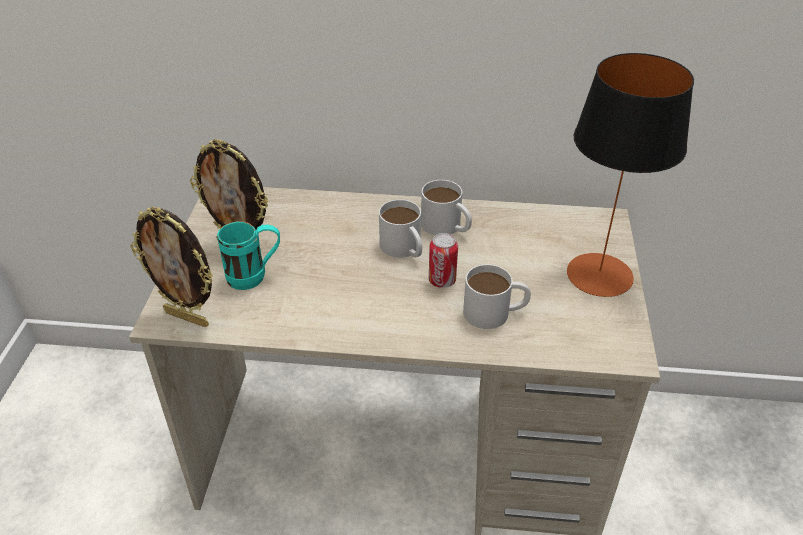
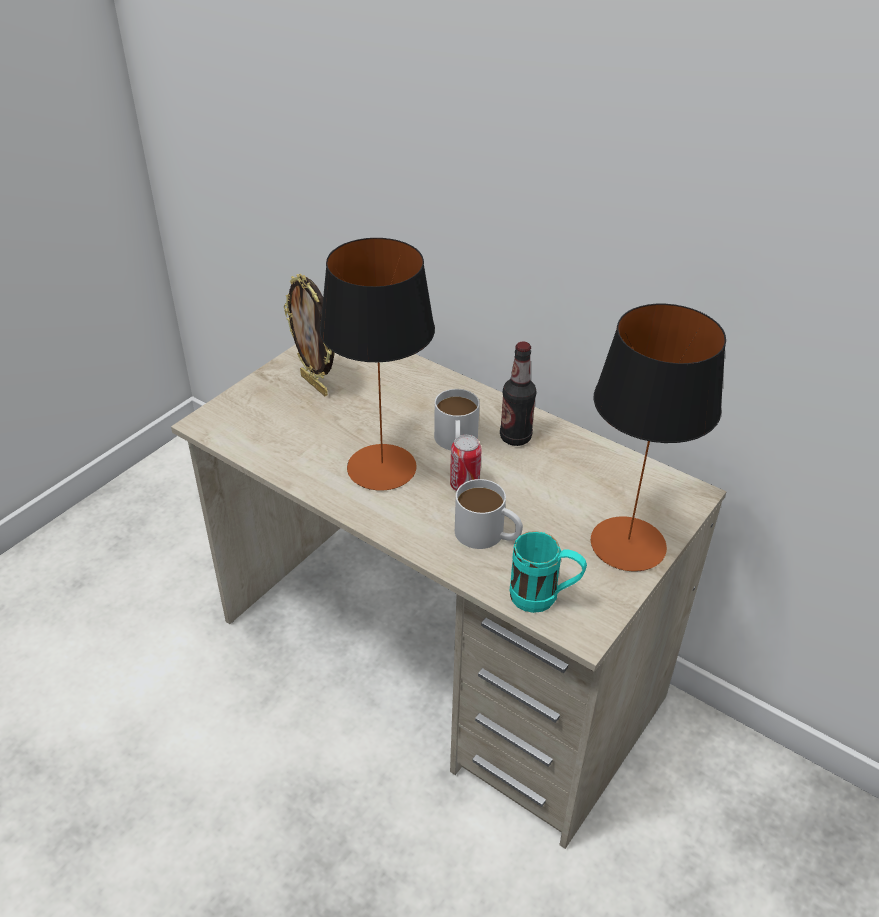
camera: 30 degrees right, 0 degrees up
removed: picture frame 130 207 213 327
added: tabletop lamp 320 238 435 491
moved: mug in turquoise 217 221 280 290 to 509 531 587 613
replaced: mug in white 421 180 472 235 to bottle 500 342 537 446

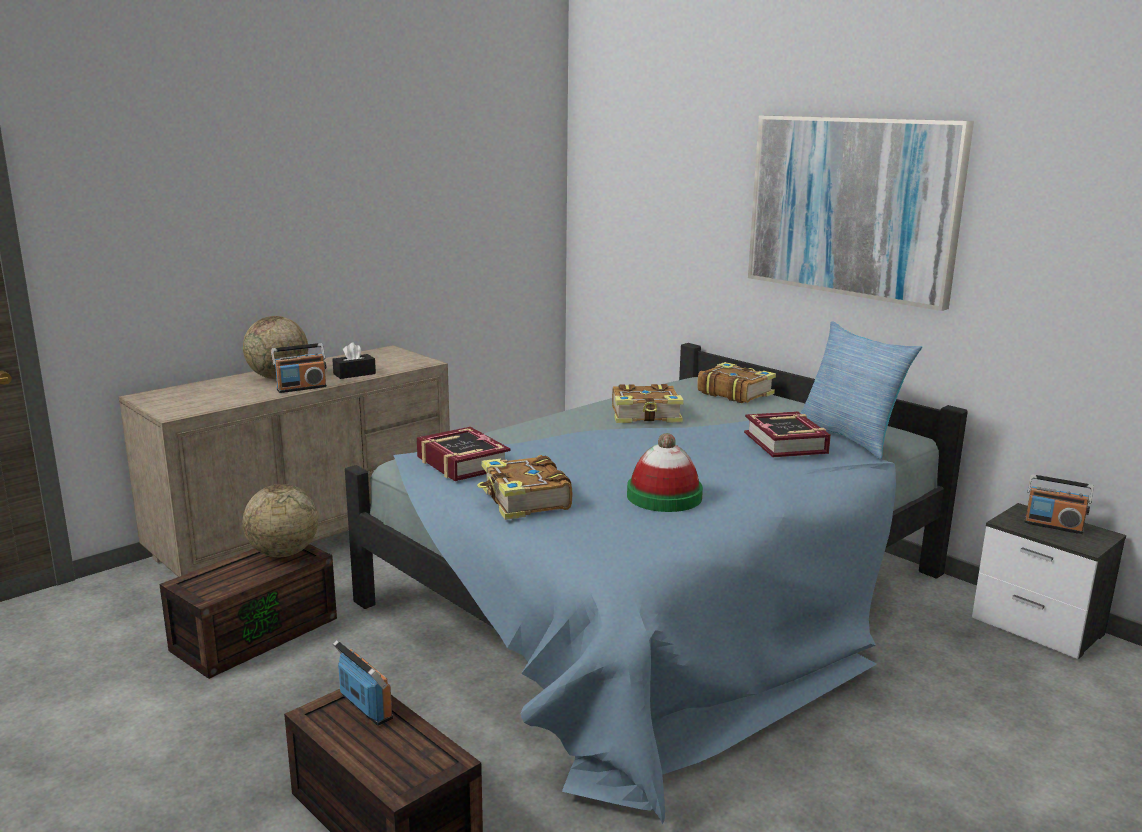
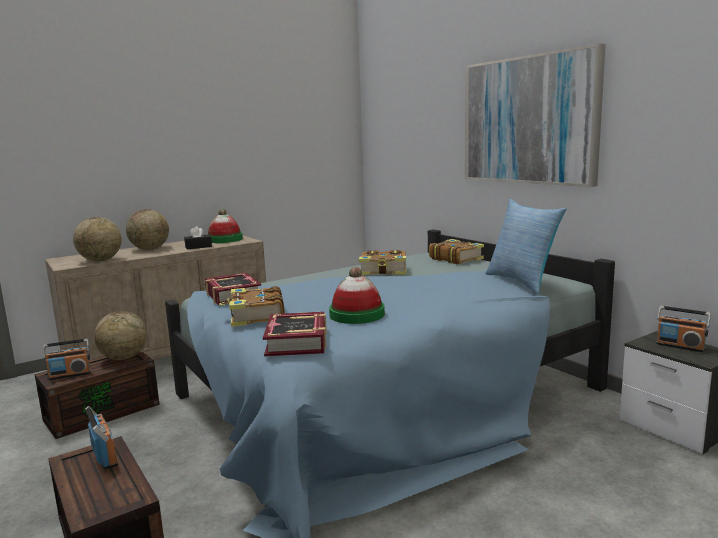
camera: 10 degrees right, 5 degrees down
added: world globe 73 217 122 261; clothing hat 208 209 243 243
moved: radio receiver 271 343 327 393 to 43 339 91 380; bound book 744 412 831 457 to 263 312 327 357

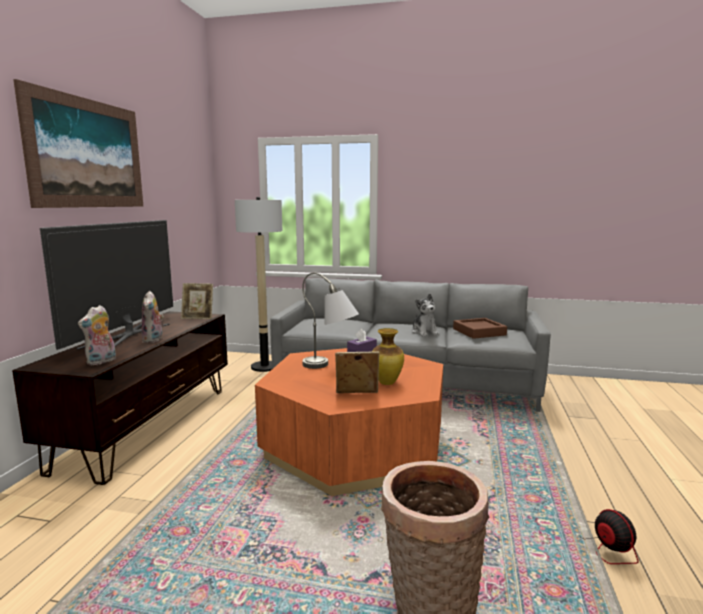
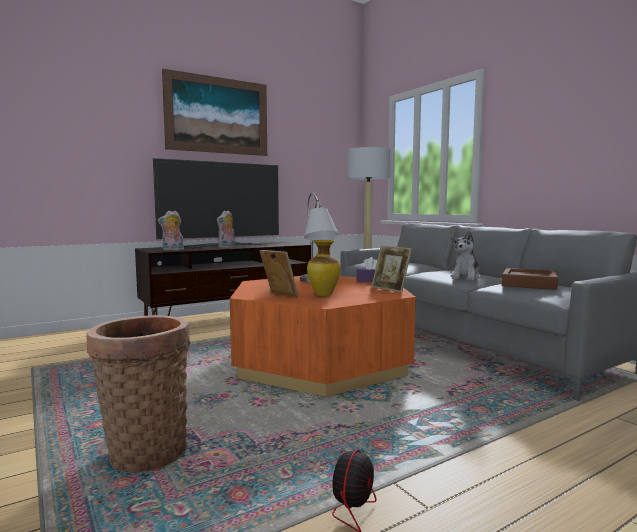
camera: 45 degrees right, 5 degrees down
moved: picture frame 181 283 213 319 to 372 246 412 292

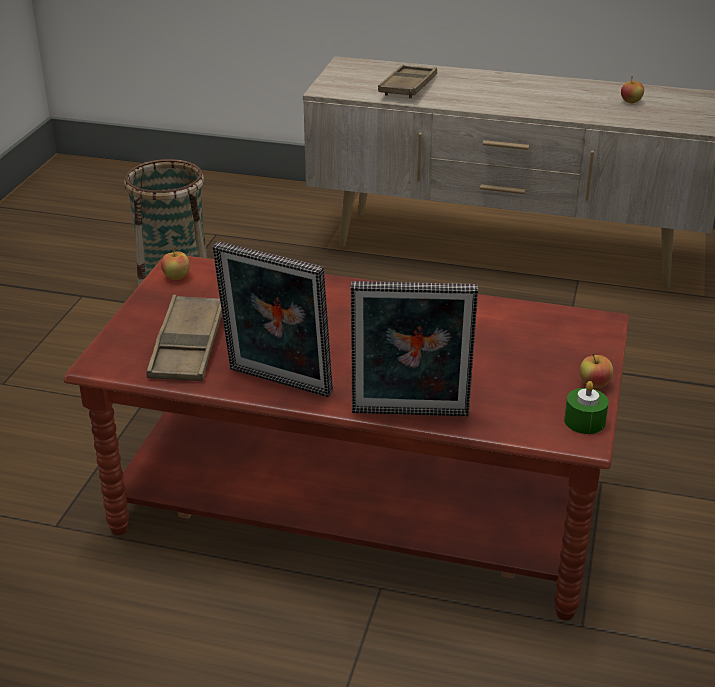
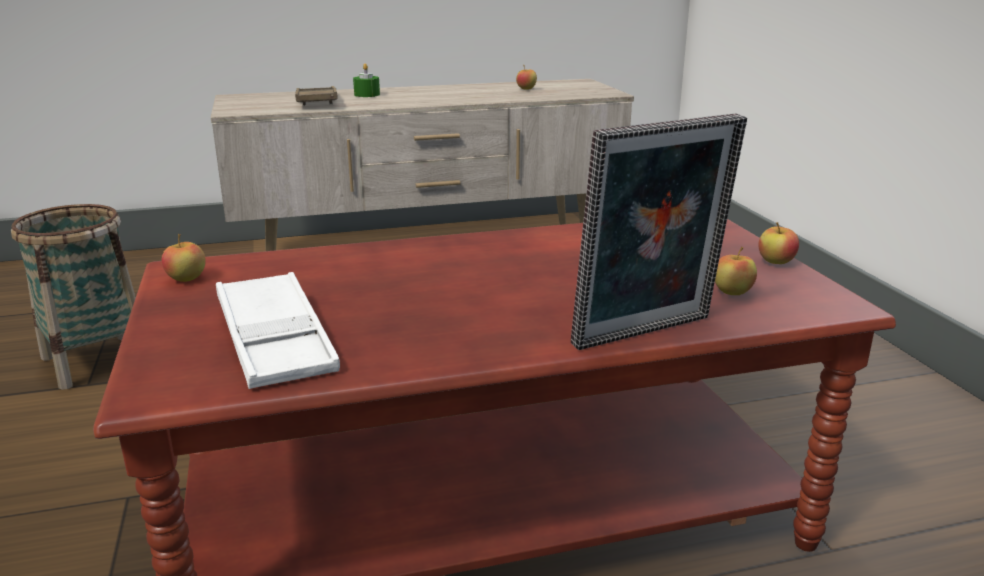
camera: 30 degrees left, 10 degrees down
removed: picture frame 213 241 333 397
added: apple 715 246 757 295
moved: wax light in green-coloured 564 381 609 434 to 353 63 380 97
recoloured: tray in brown-coloured 146 295 222 381 to tray in white 216 272 340 389

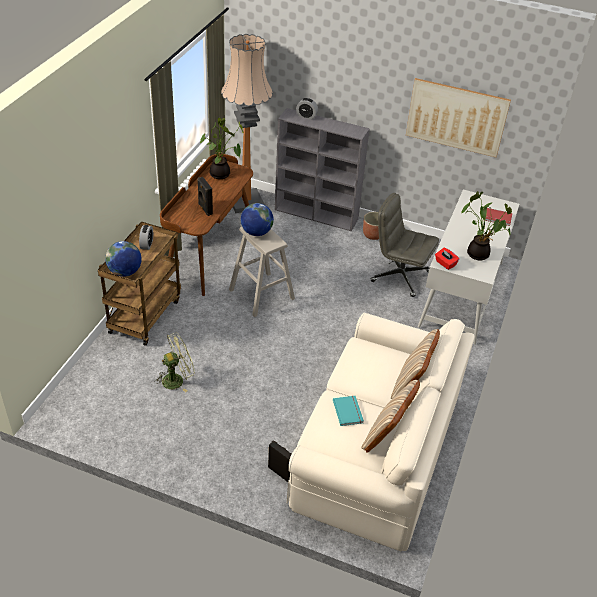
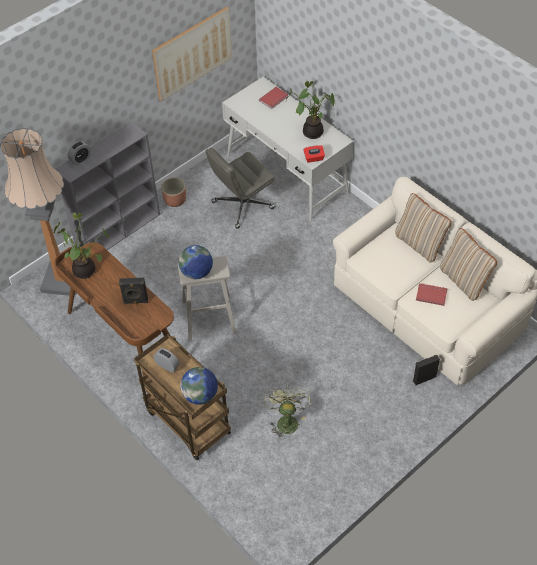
camera: 60 degrees left, 10 degrees up
recoloured: bound book in turquoise 333 396 364 426 to bound book in red-coloured 416 283 448 306

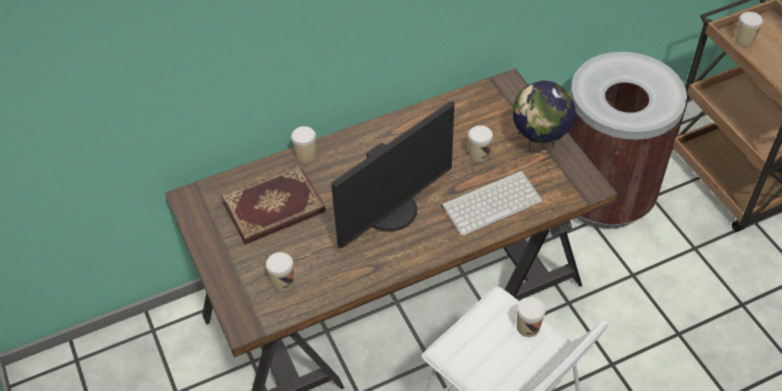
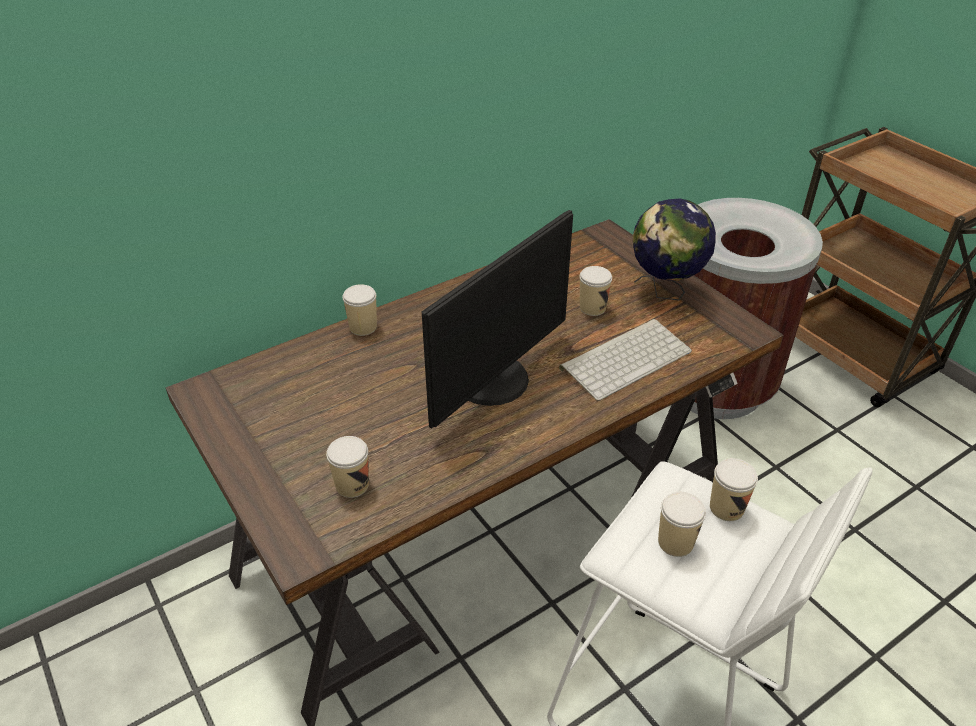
camera: 10 degrees left, 10 degrees down
removed: bound book 221 165 326 244
moved: small cup 735 12 763 47 to 658 492 706 557

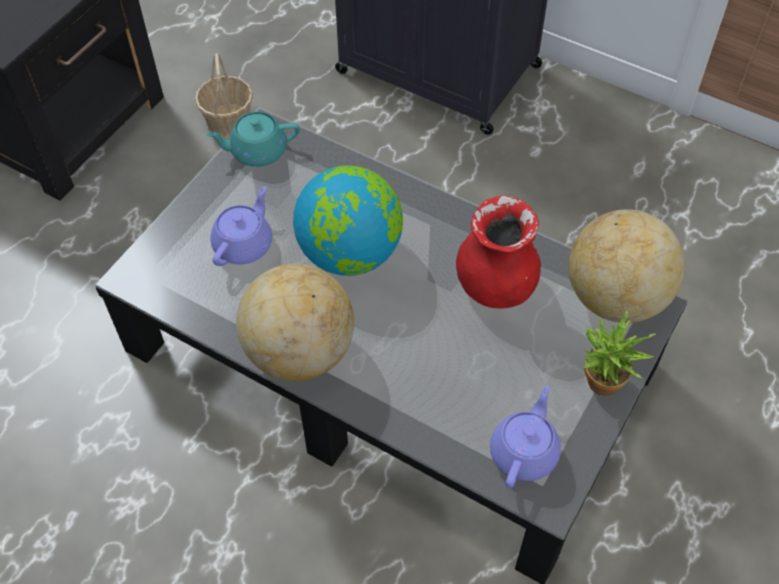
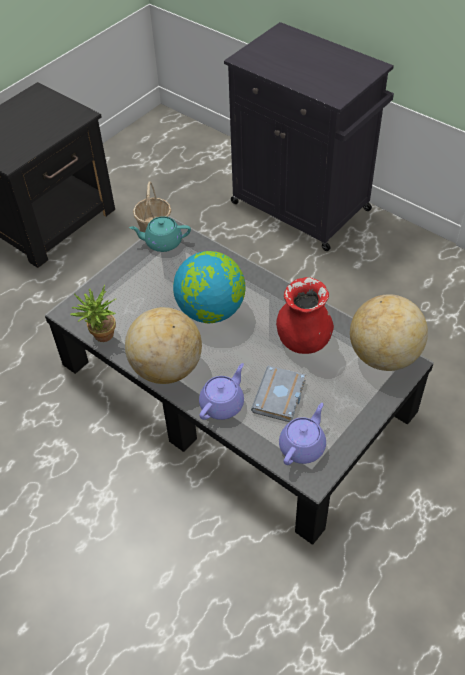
camera: 10 degrees right, 5 degrees down
added: bound book in greyish 251 366 306 422
moved: teapot in purple-coloured 210 186 272 266 to 199 363 244 420; houseplant 584 310 656 396 to 70 285 116 342

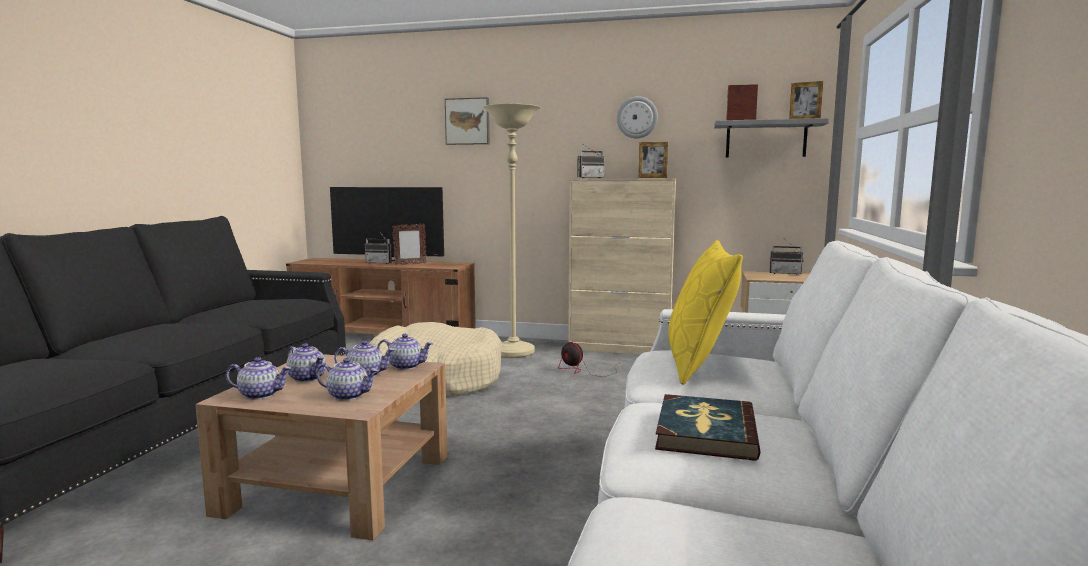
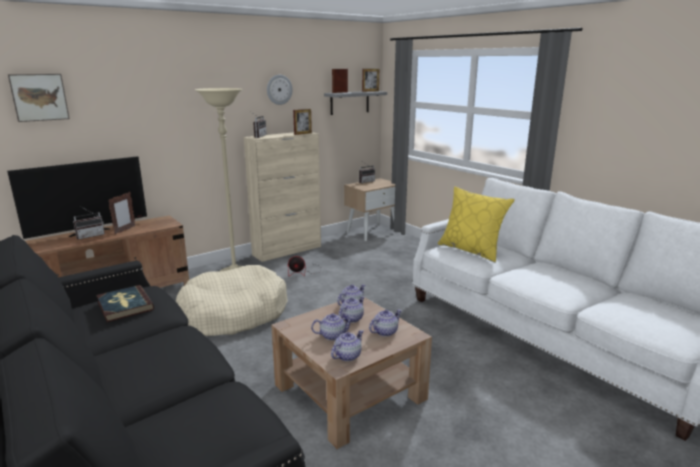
camera: 50 degrees left, 10 degrees up
moved: wall picture 445 97 490 145 to 8 74 70 122; bound book 655 394 761 461 to 96 285 154 322

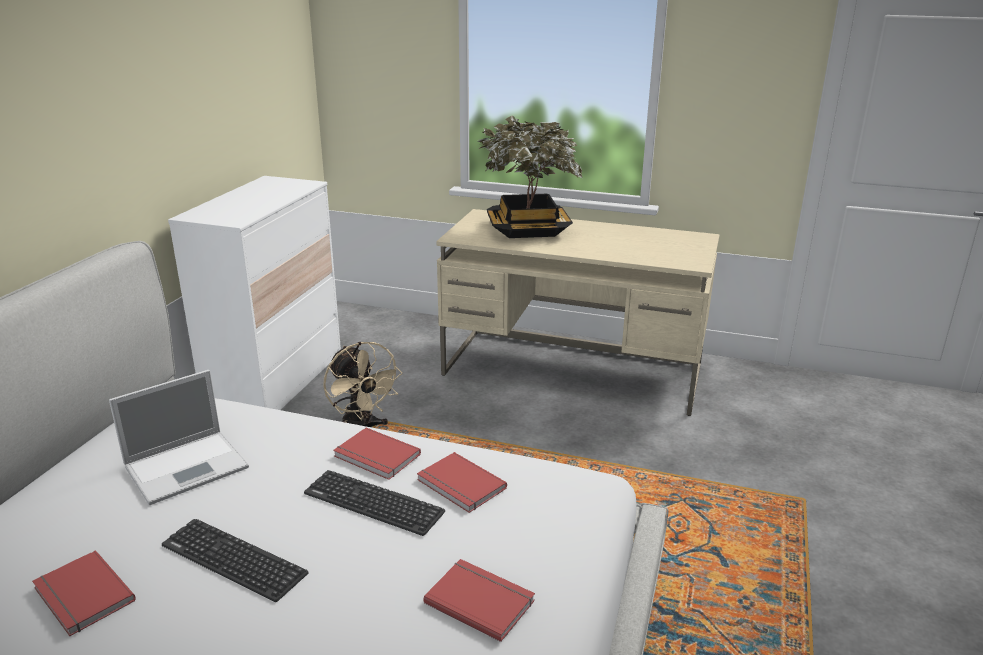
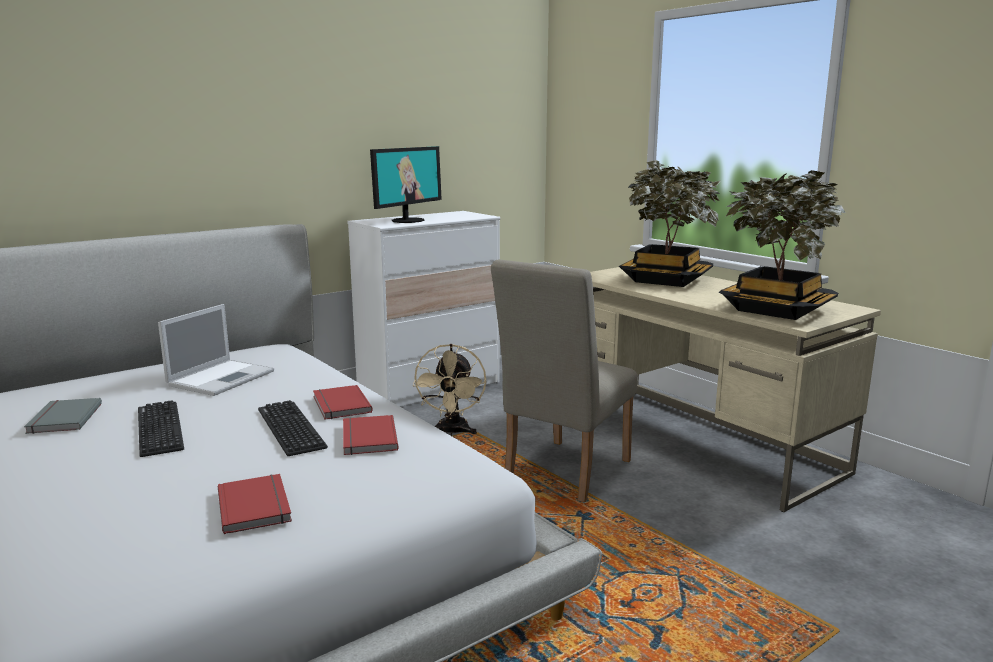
camera: 35 degrees right, 10 degrees down
added: monitor 370 146 442 223; plain chair in beige 491 259 637 502; houseplant 719 170 846 320
recoloured: bound book in red-coloured 32 550 136 636 to bound book in greyish 24 398 102 434
turned: notebook computer 109 370 249 505 = 158 304 274 396 60 degrees counterclockwise

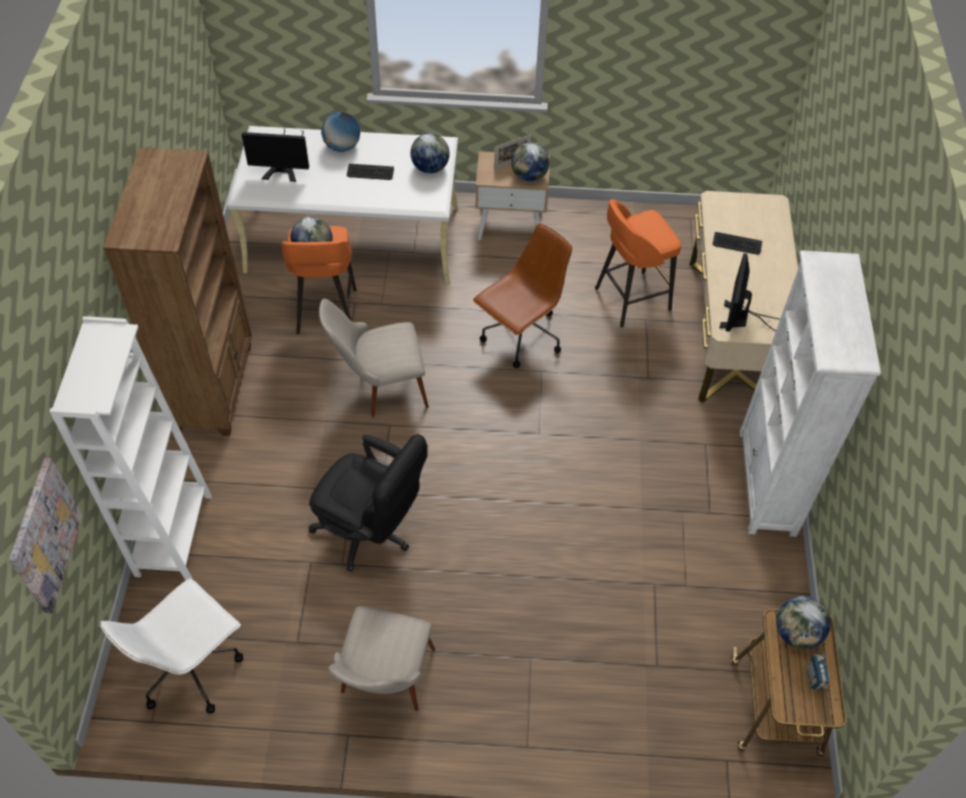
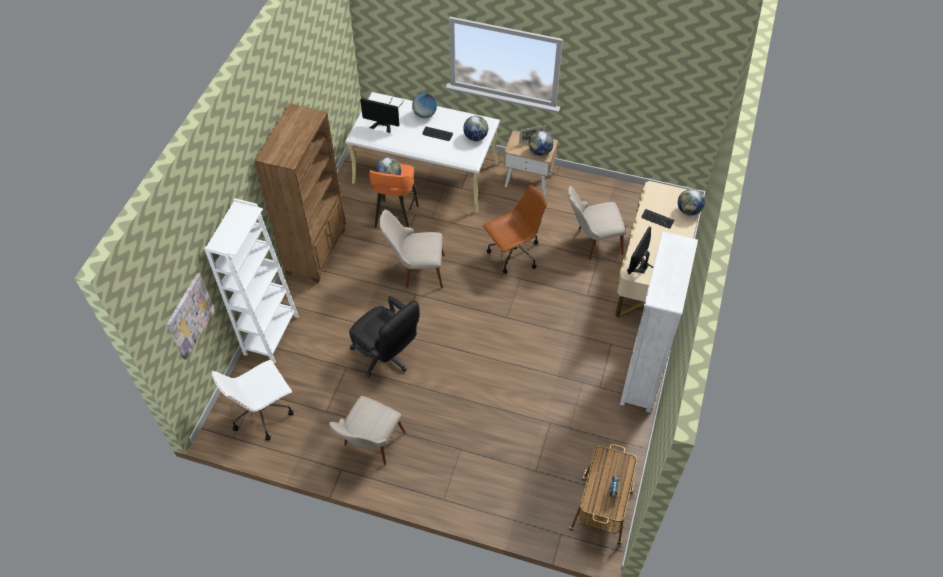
camera: 15 degrees right, 0 degrees up
moved: world globe 776 596 831 649 to 678 189 705 216
replaced: sitting stool in orange 595 199 681 327 to plain chair in beige 568 186 626 260

